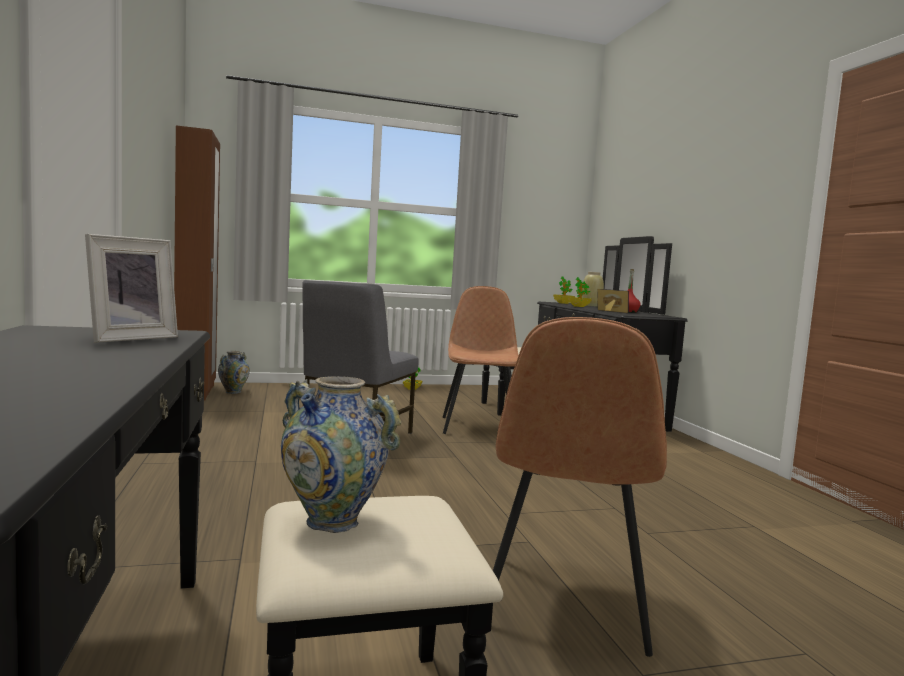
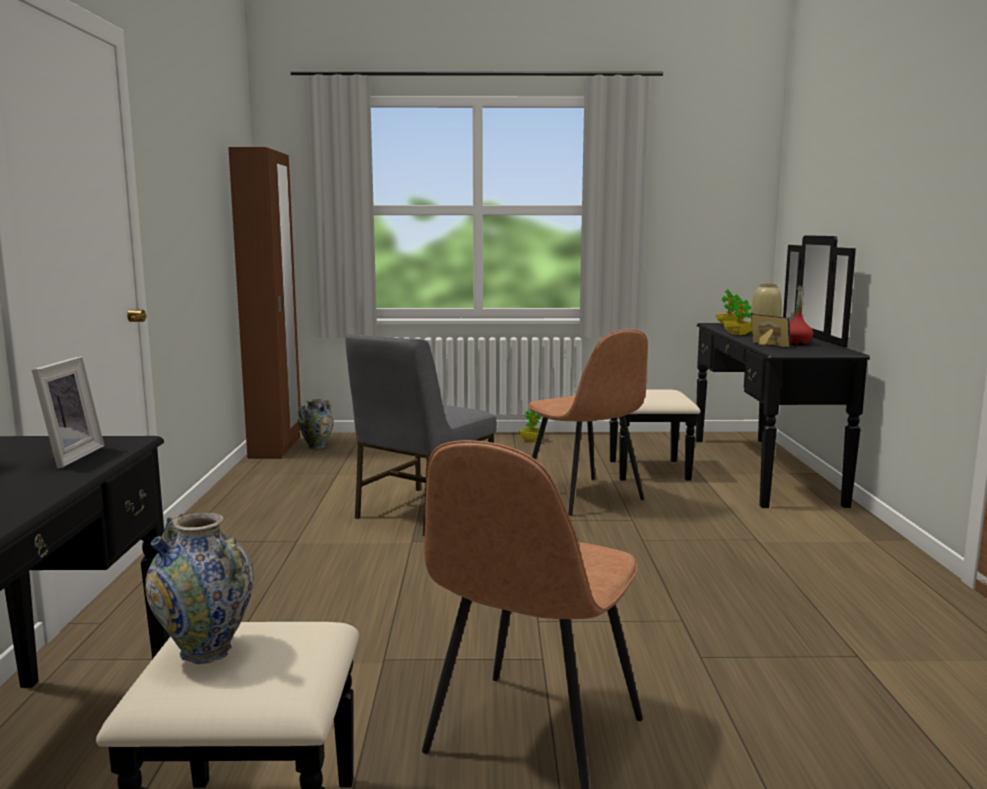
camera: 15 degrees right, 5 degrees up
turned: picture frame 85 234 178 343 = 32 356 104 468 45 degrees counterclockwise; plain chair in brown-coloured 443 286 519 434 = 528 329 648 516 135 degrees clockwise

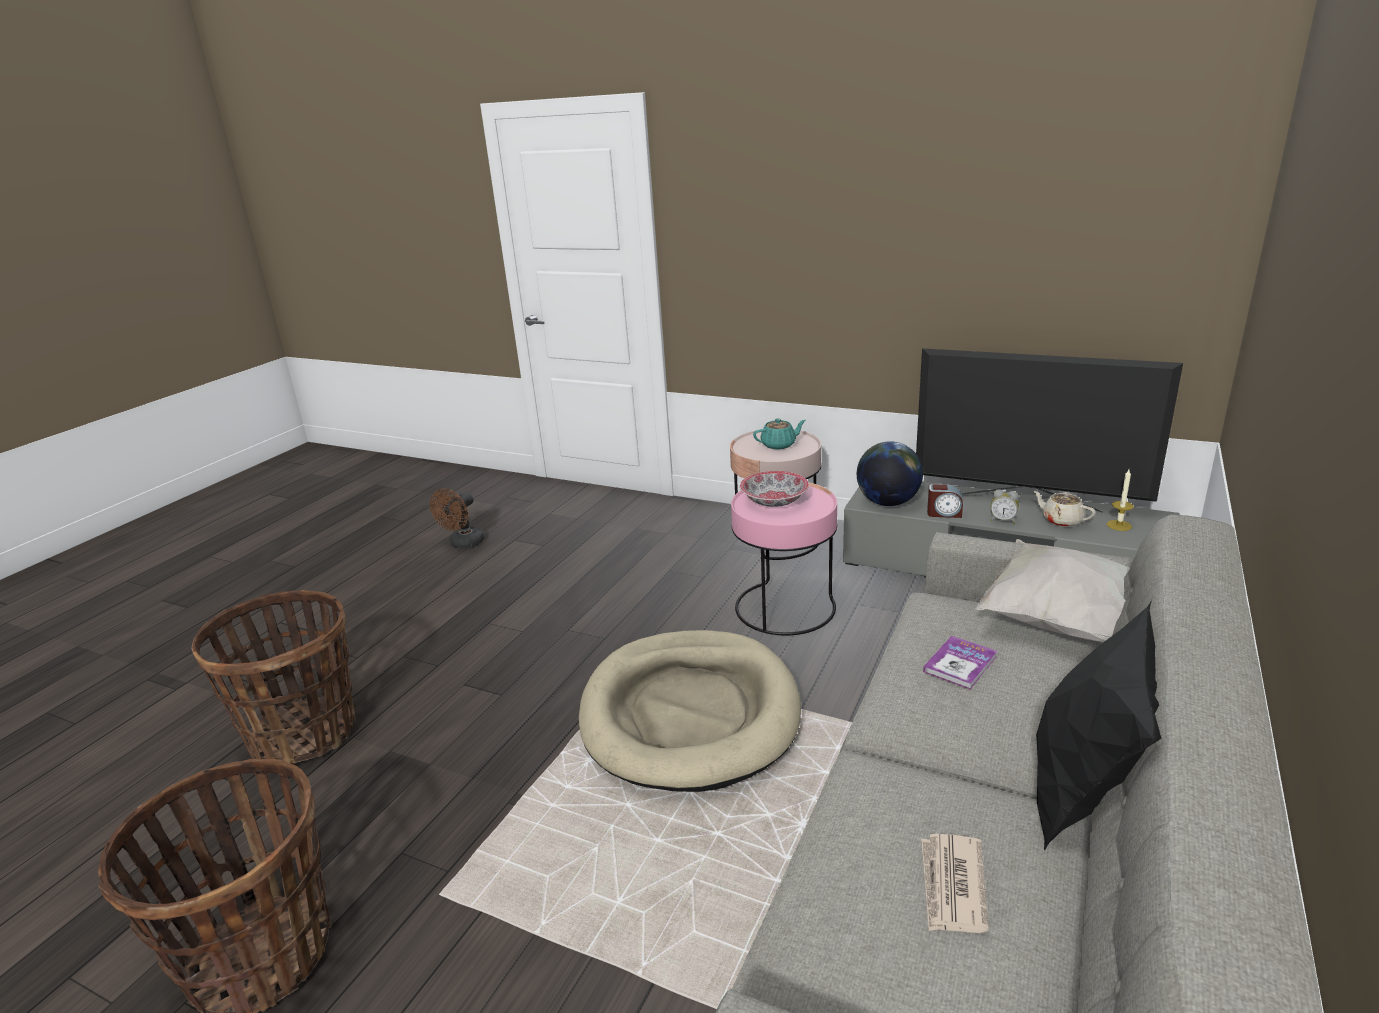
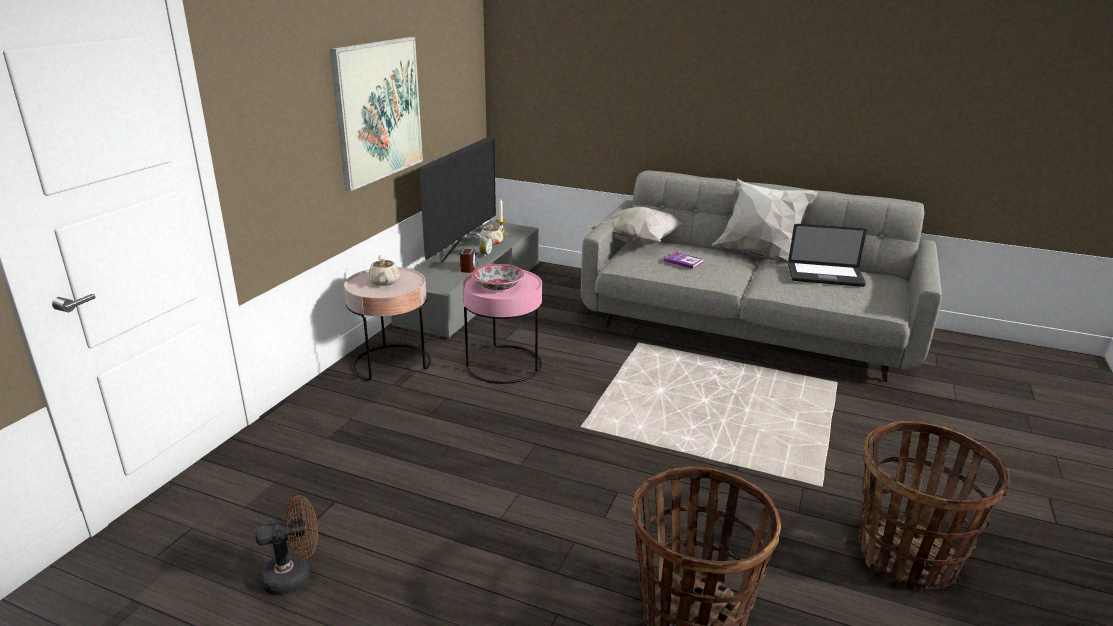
camera: 95 degrees left, 0 degrees up
removed: dog bed in beige 579 630 801 792; world globe 857 441 923 506
added: wall picture 330 37 423 191
replaced: newspaper 921 834 989 933 to notebook computer 788 224 867 287
recoloured: teapot in turquoise 753 418 806 449 to teapot in beige 368 255 400 286; throw pillow in black-coloured 1036 600 1161 851 to throw pillow in white 712 179 819 264
turned: fan in brown-coloured 430 488 485 549 = 255 495 318 595 45 degrees counterclockwise

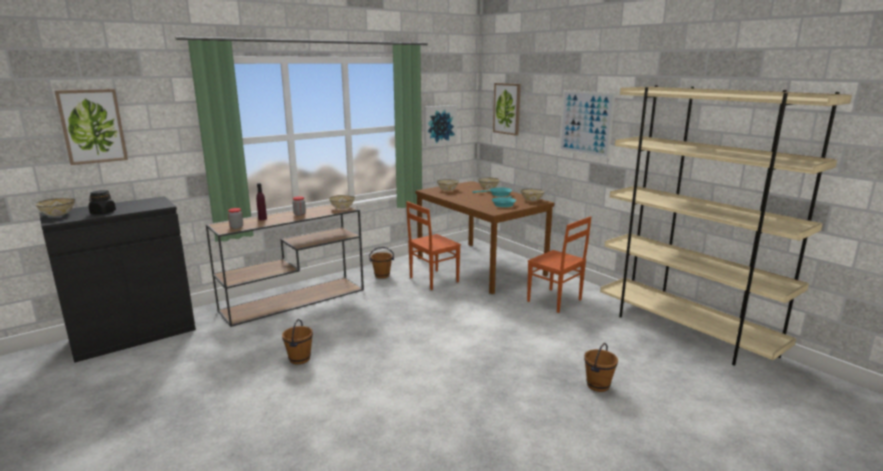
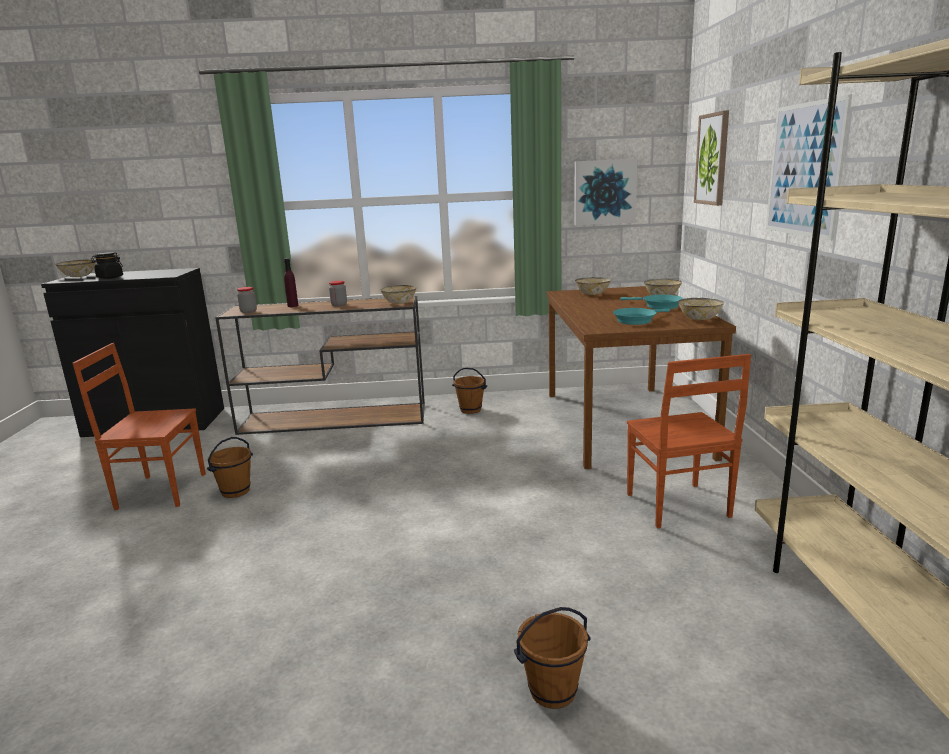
camera: 35 degrees right, 0 degrees up
removed: wall picture 55 89 128 165
moved: plain chair in brown-coloured 406 201 461 290 to 72 343 206 510

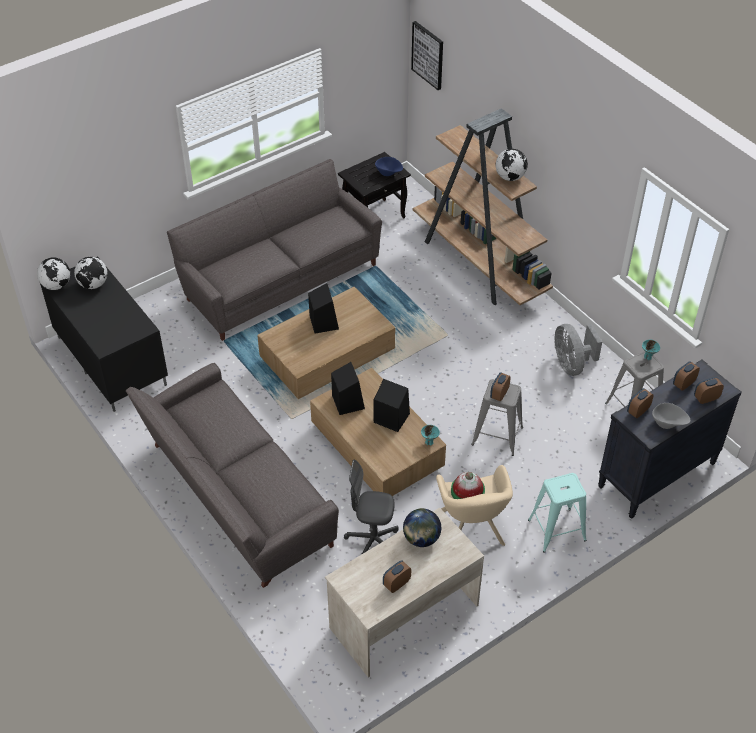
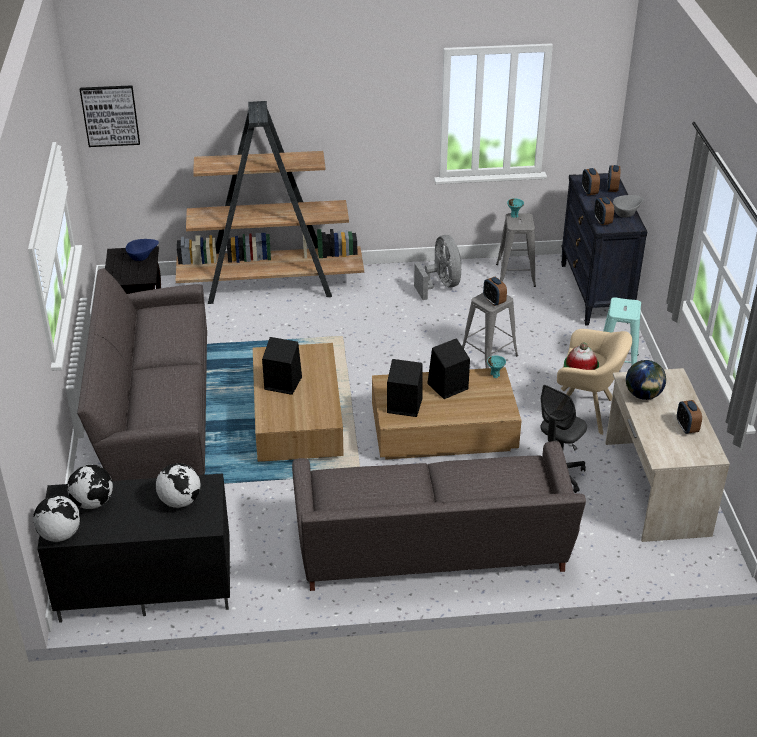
camera: 60 degrees left, 10 degrees down
moved: world globe 496 149 528 181 to 156 463 201 508
turned: fan in greyish 554 324 602 376 = 414 235 462 300 120 degrees counterclockwise

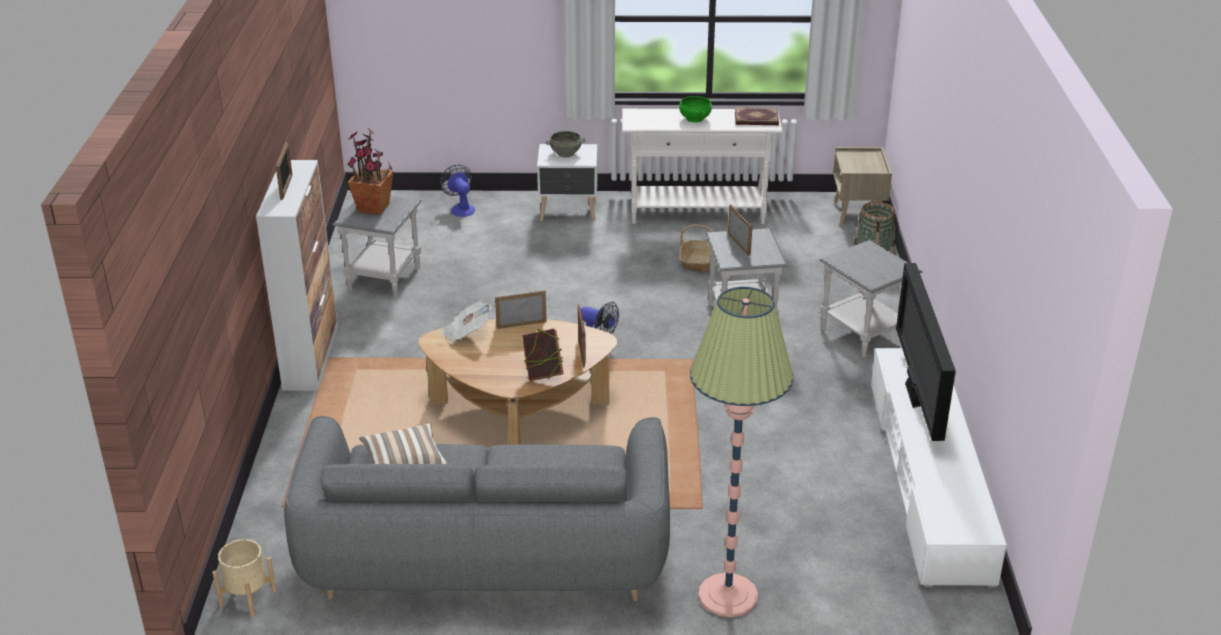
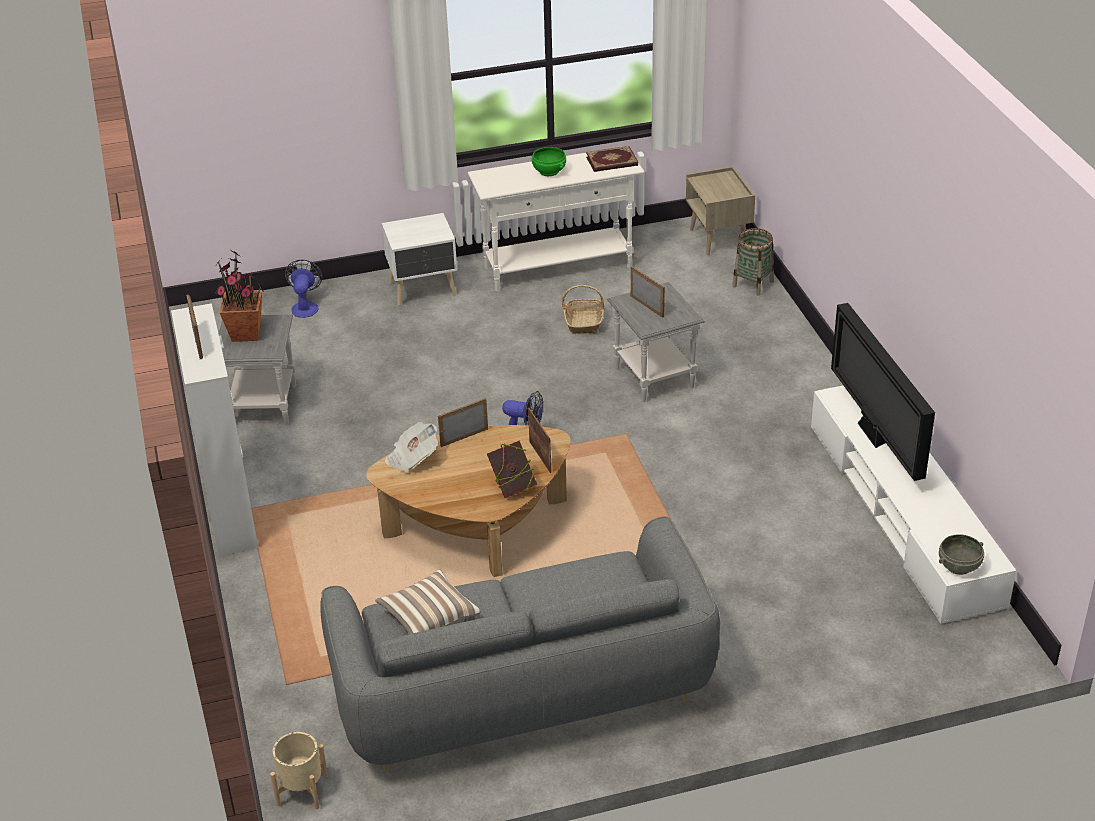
camera: 15 degrees left, 5 degrees up
removed: standard lamp 690 287 793 617; end table in greyish 819 240 923 358
moved: serving bowl in greyish 546 131 585 157 to 939 534 984 575
turned: fan 440 164 475 217 = 285 260 322 318 45 degrees clockwise

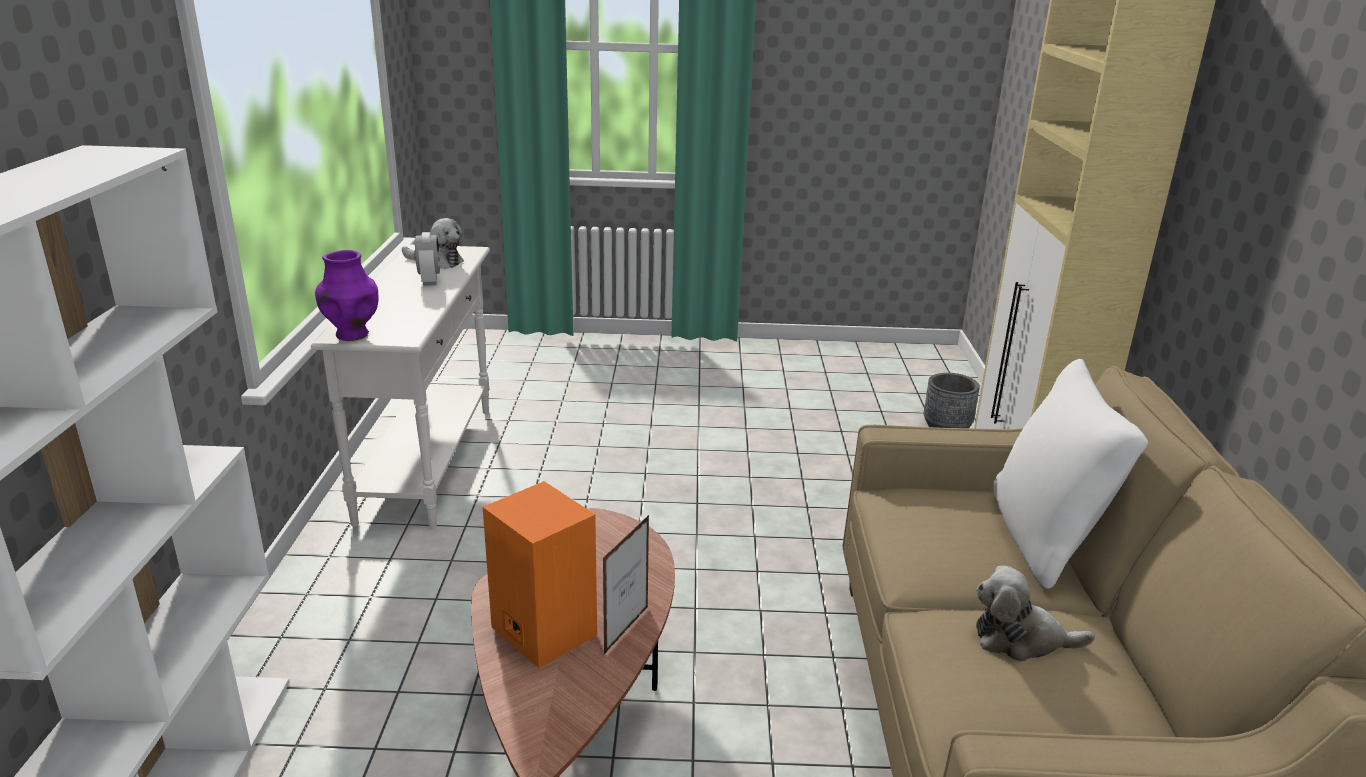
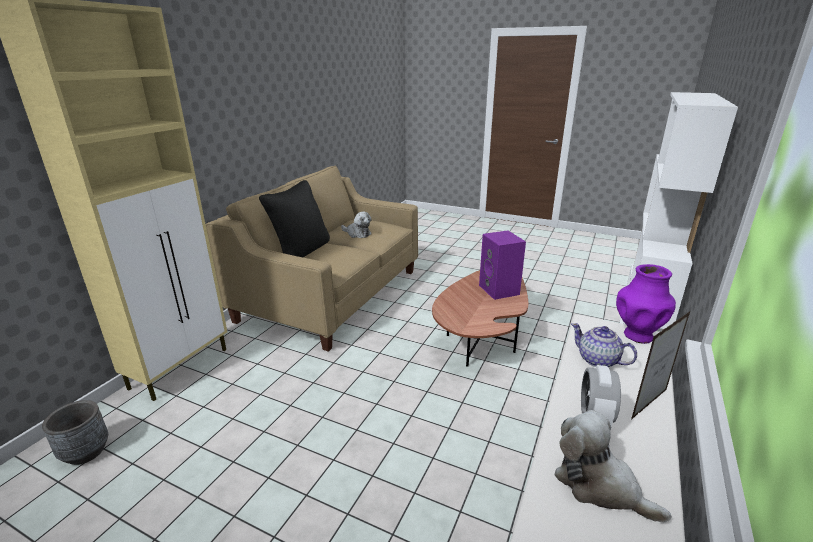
camera: 155 degrees left, 0 degrees up
added: teapot 571 323 637 367
moved: picture frame 603 515 649 654 to 631 312 690 420
recoloured: audio speaker in orange 483 481 597 668 to audio speaker in purple-coloured 479 230 526 300; throw pillow in white 993 359 1148 589 to throw pillow in black-coloured 259 180 330 257

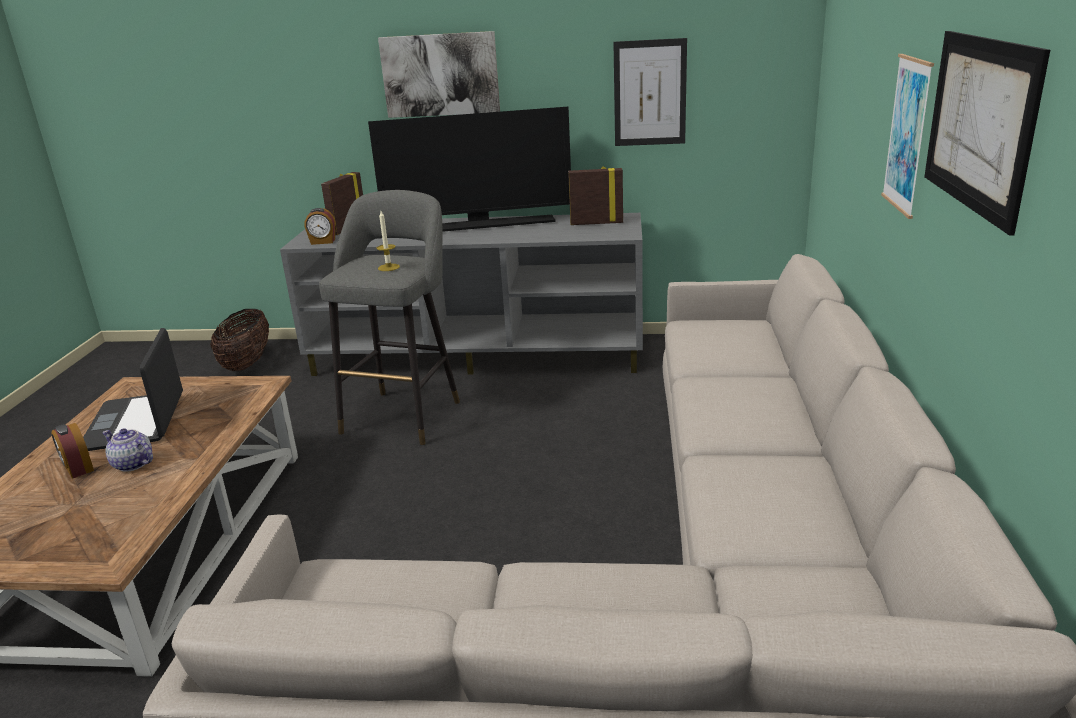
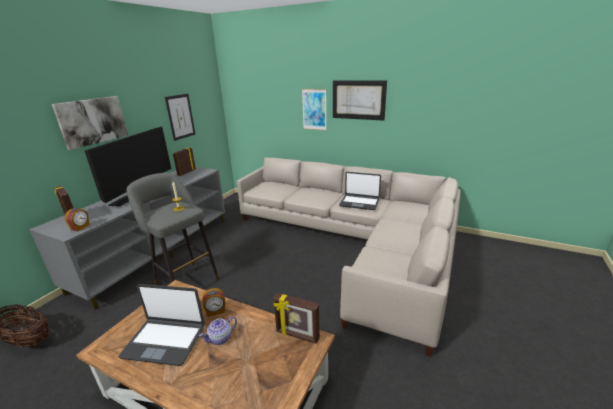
camera: 70 degrees left, 0 degrees up
added: picture frame 273 293 320 344; notebook computer 339 172 381 210
moved: alarm clock 52 423 94 479 to 203 288 225 317

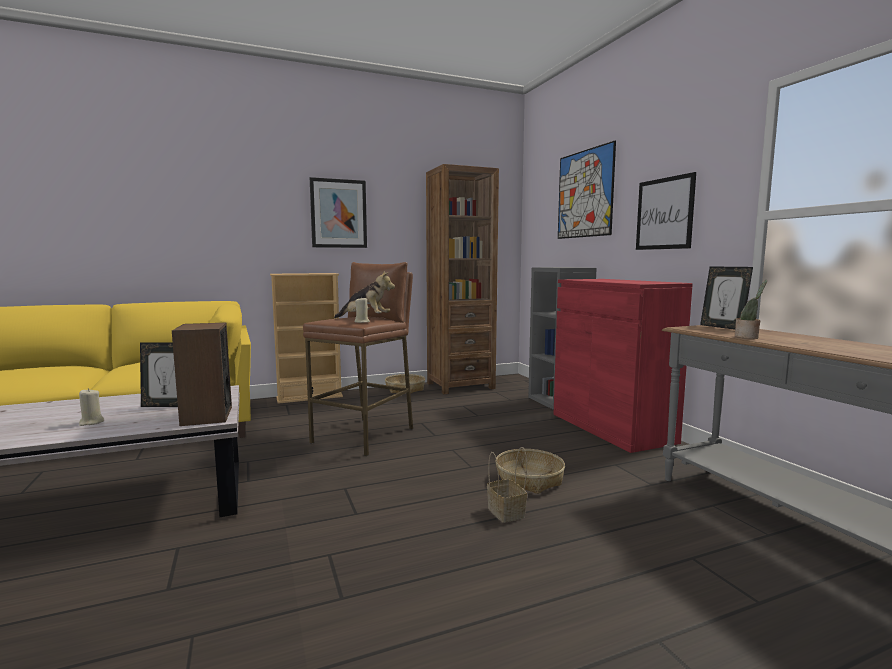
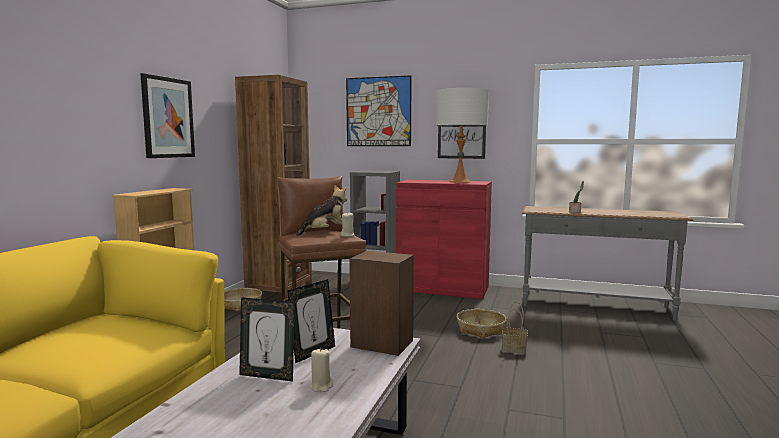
camera: 50 degrees left, 0 degrees up
added: tabletop lamp in white 436 88 489 183
moved: picture frame 700 266 753 330 to 239 297 295 382

